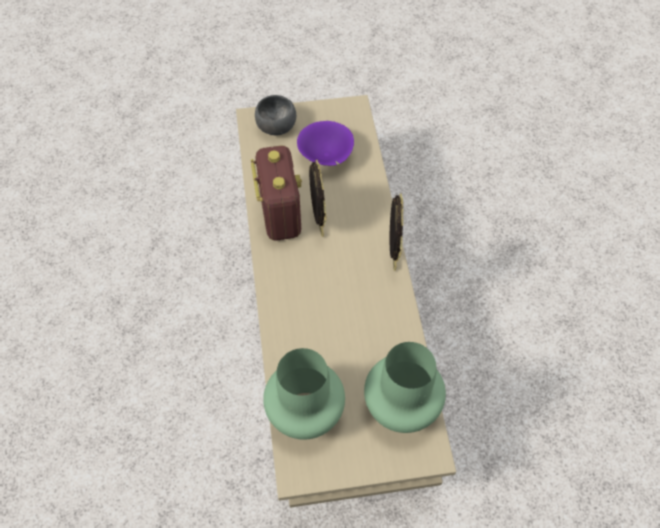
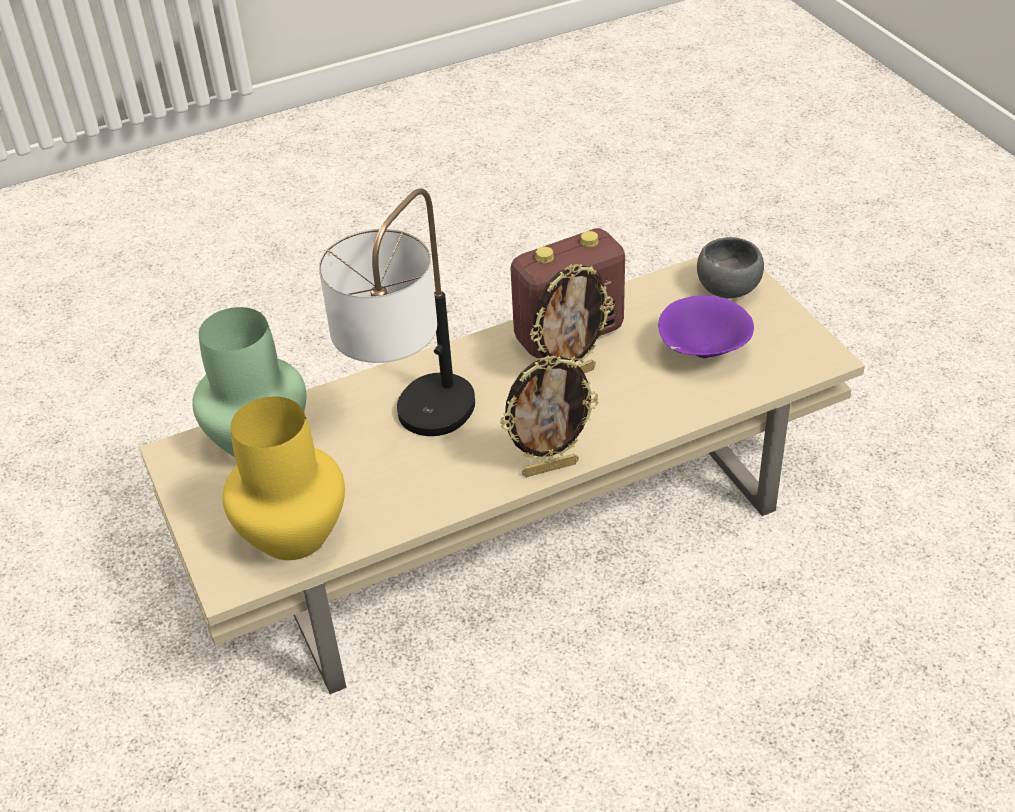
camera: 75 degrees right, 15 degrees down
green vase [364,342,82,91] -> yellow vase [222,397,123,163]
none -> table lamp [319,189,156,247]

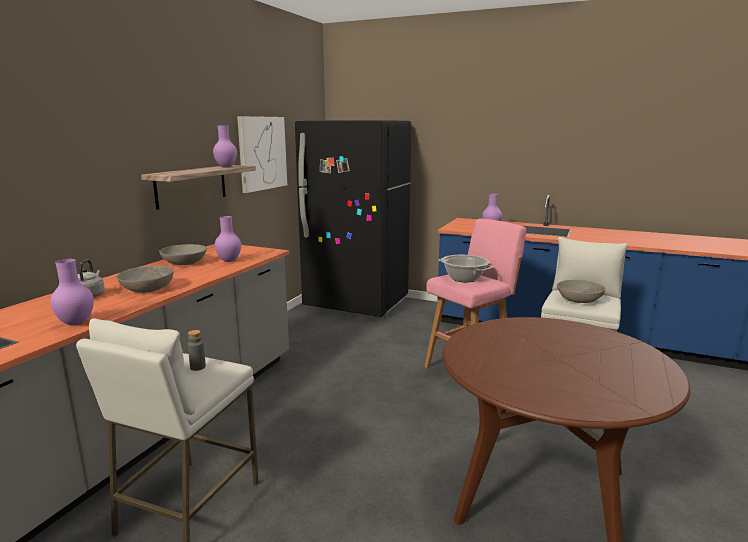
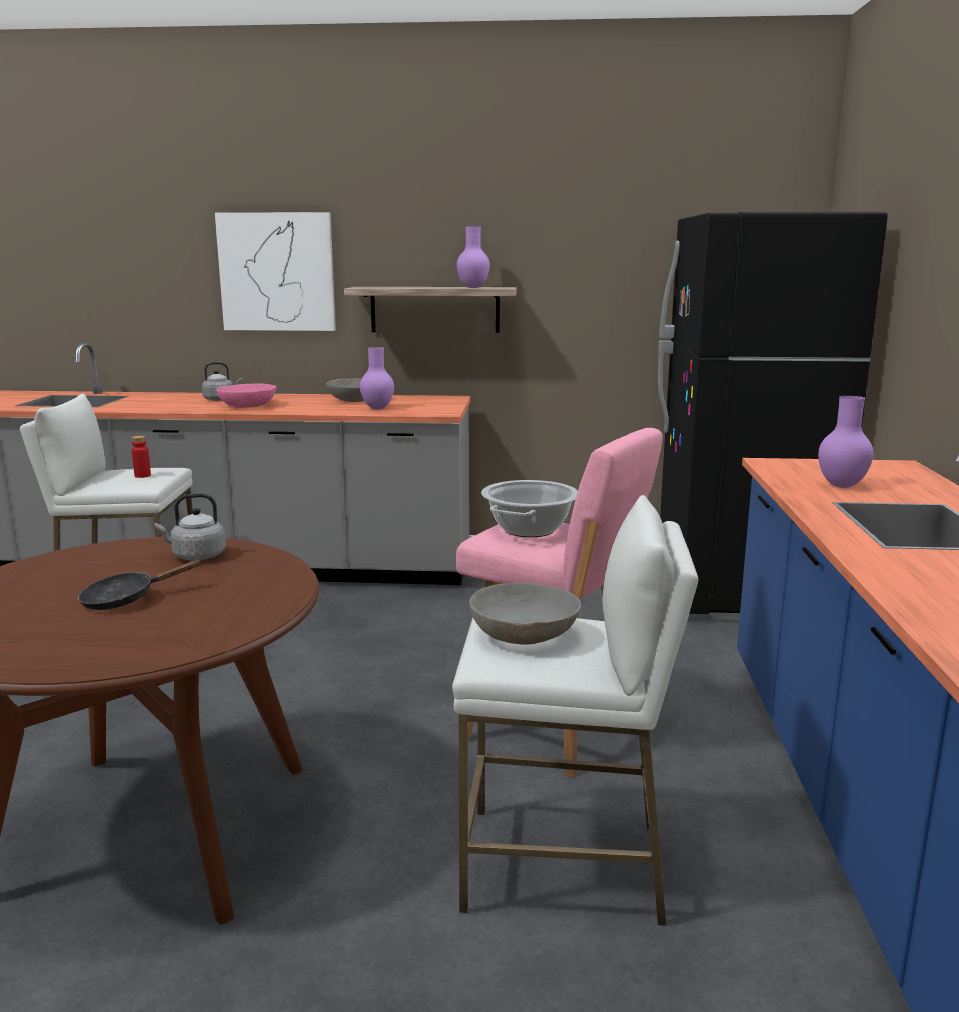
camera: 70 degrees right, 0 degrees up
purple vase [50,259,44,67] -> none
grey bowl [117,266,57,27] -> pink bowl [216,383,60,25]
grey bottle [188,330,18,41] -> red bottle [132,436,19,42]
picture [237,116,50,77] -> picture [215,212,121,119], moved
none -> black frying pan [78,560,124,50]
none -> grey kettle [155,493,71,67]

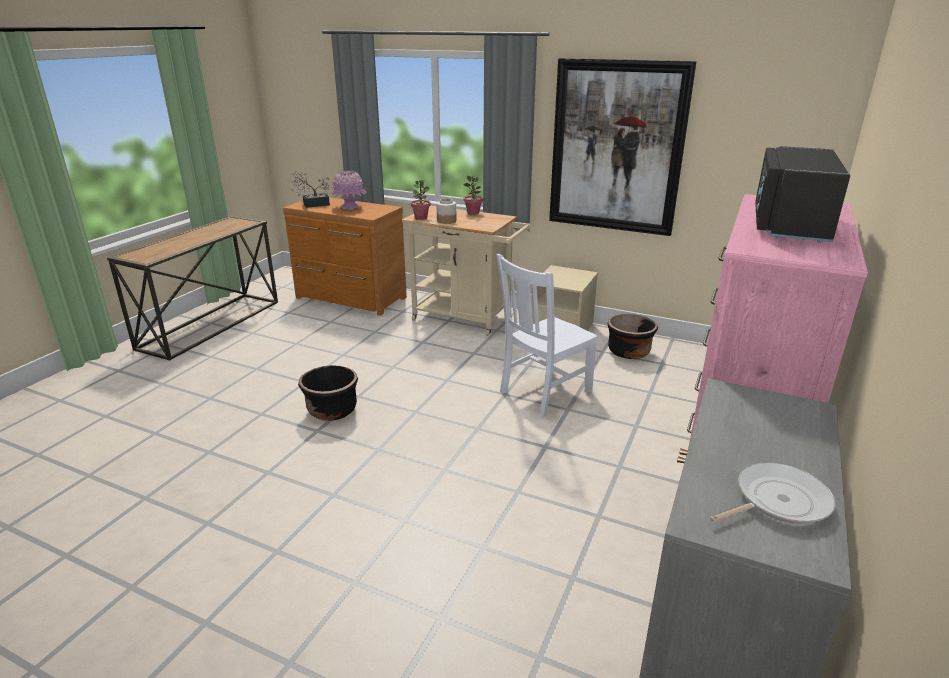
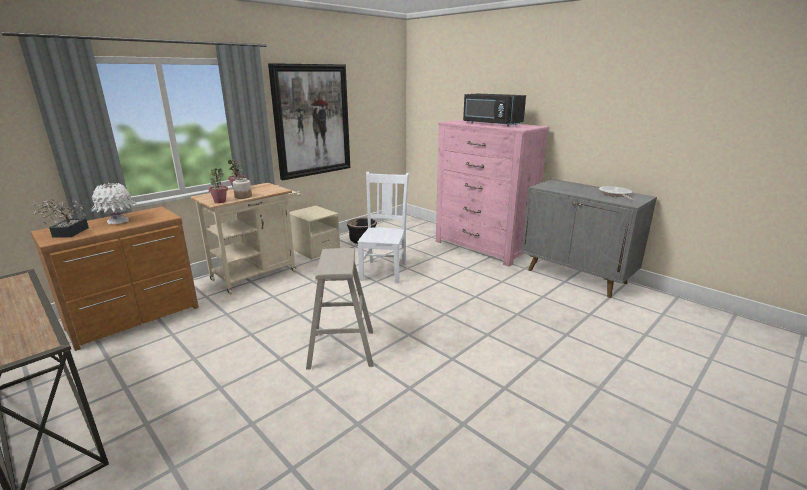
camera: 70 degrees left, 5 degrees down
black planter [298,365,60,56] -> beige stool [306,248,67,122]
pink vase [331,170,36,40] -> white vase [90,183,46,41]
white chair [496,254,102,163] -> white chair [358,172,51,111], 150 degrees counterclockwise

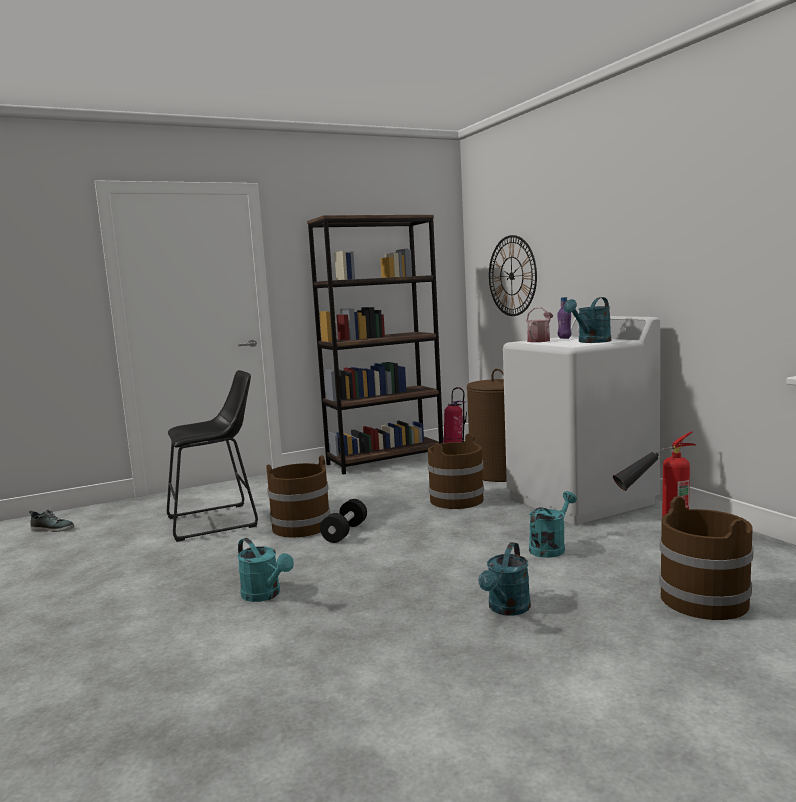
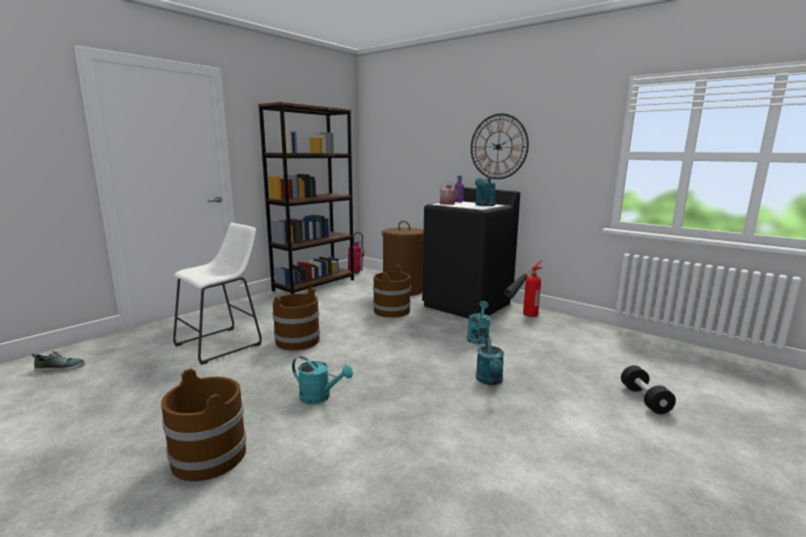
camera: 25 degrees left, 5 degrees up
black stool [167,370,91,172] -> white stool [173,223,89,142]
black dumbbell [320,499,47,44] -> black dumbbell [621,365,55,49], moved
wall clock [489,235,48,81] -> wall clock [471,114,58,65], moved
white washing machine [503,316,157,209] -> black washing machine [422,187,98,132]
brown bucket [659,496,95,124] -> brown bucket [161,368,85,113], moved

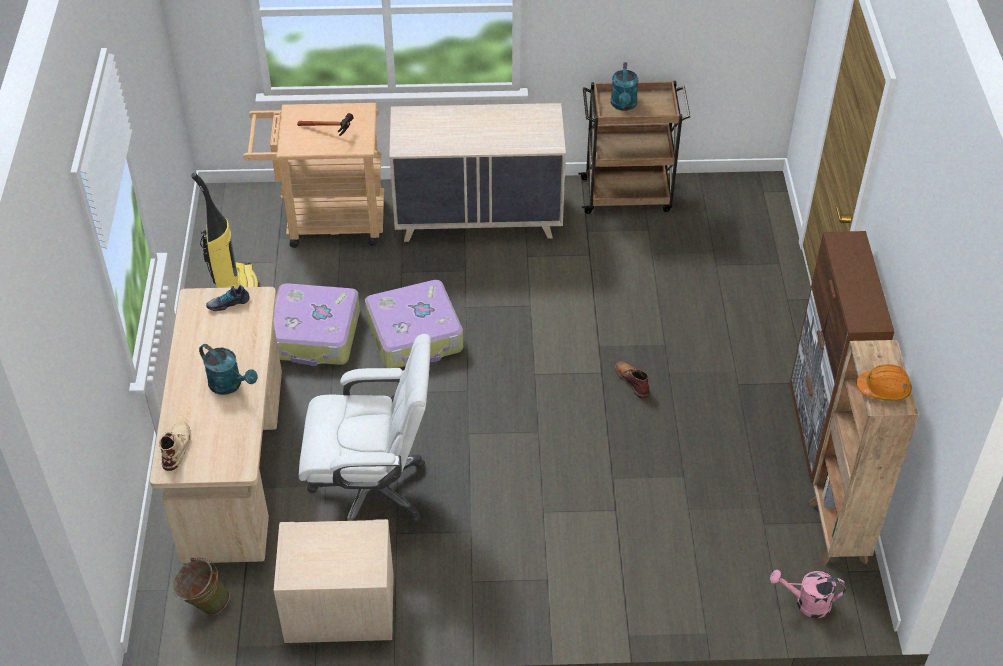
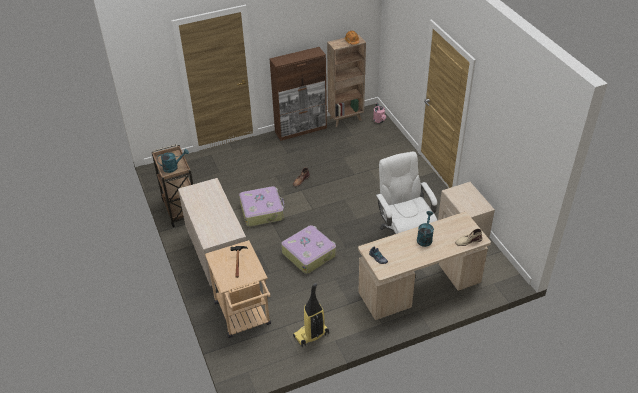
camera: 110 degrees left, 5 degrees down
green bucket [172,558,58,57] -> none
suitcase [274,283,86,83] -> suitcase [239,186,46,41], moved

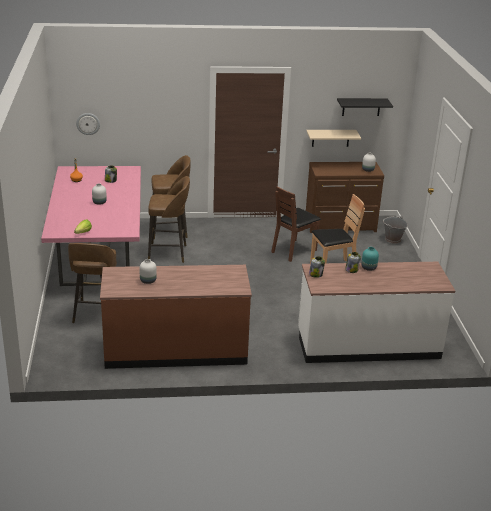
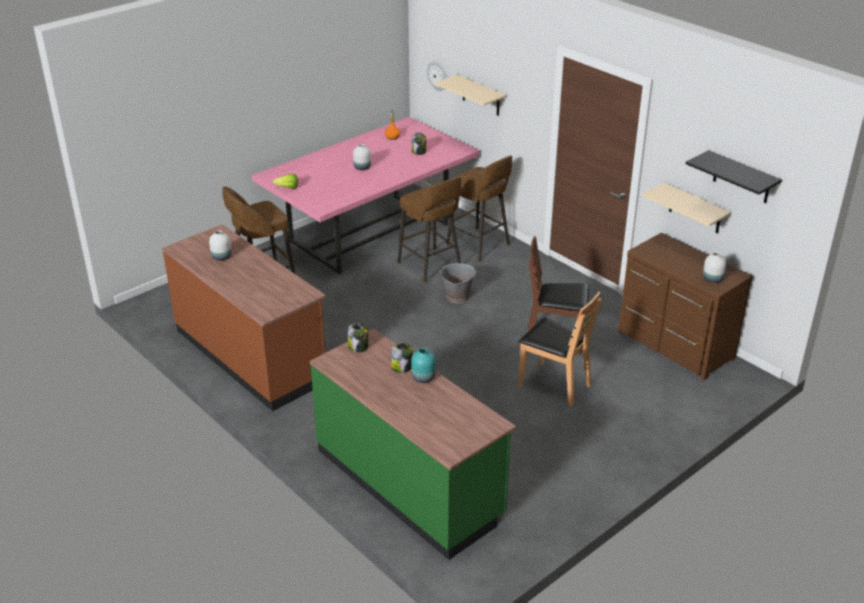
camera: 55 degrees right, 5 degrees up
white counter [298,262,157,101] -> green counter [310,329,206,231]
grey bucket [383,216,25,28] -> grey bucket [439,263,38,40], moved
none -> beige shelf [435,74,71,42]

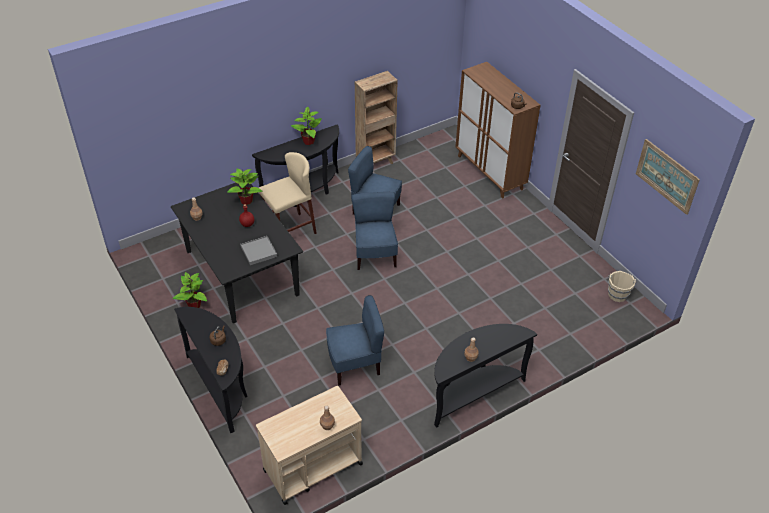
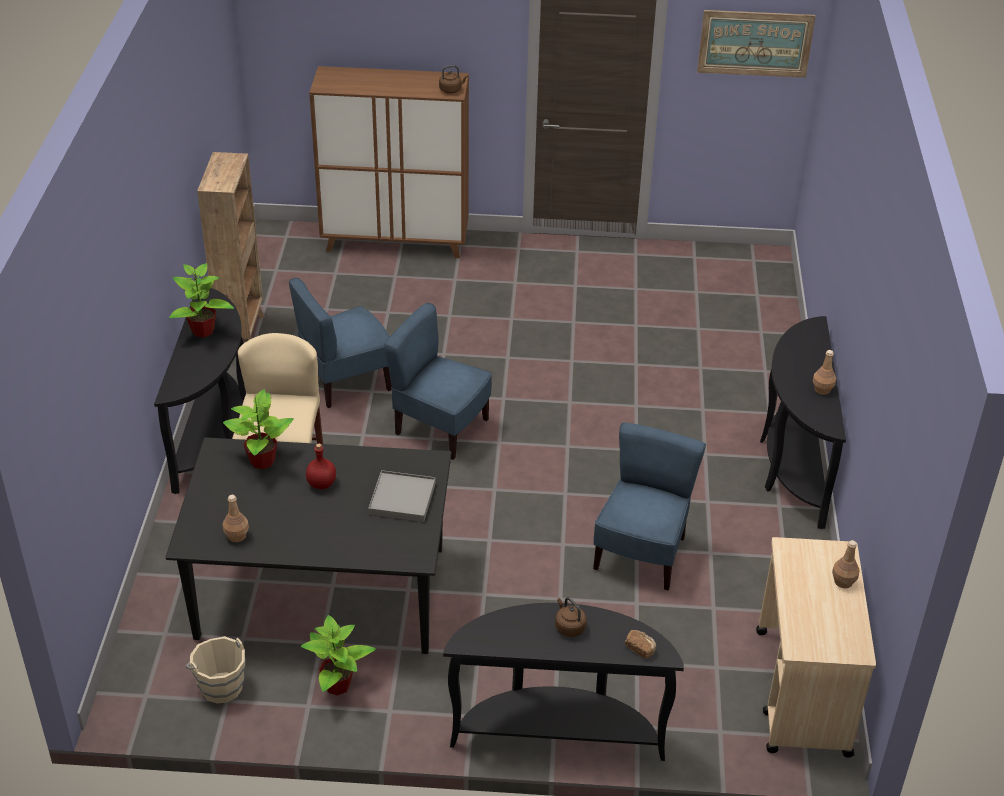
camera: 55 degrees left, 5 degrees down
beige bucket [608,271,28,31] -> beige bucket [185,636,60,67], moved

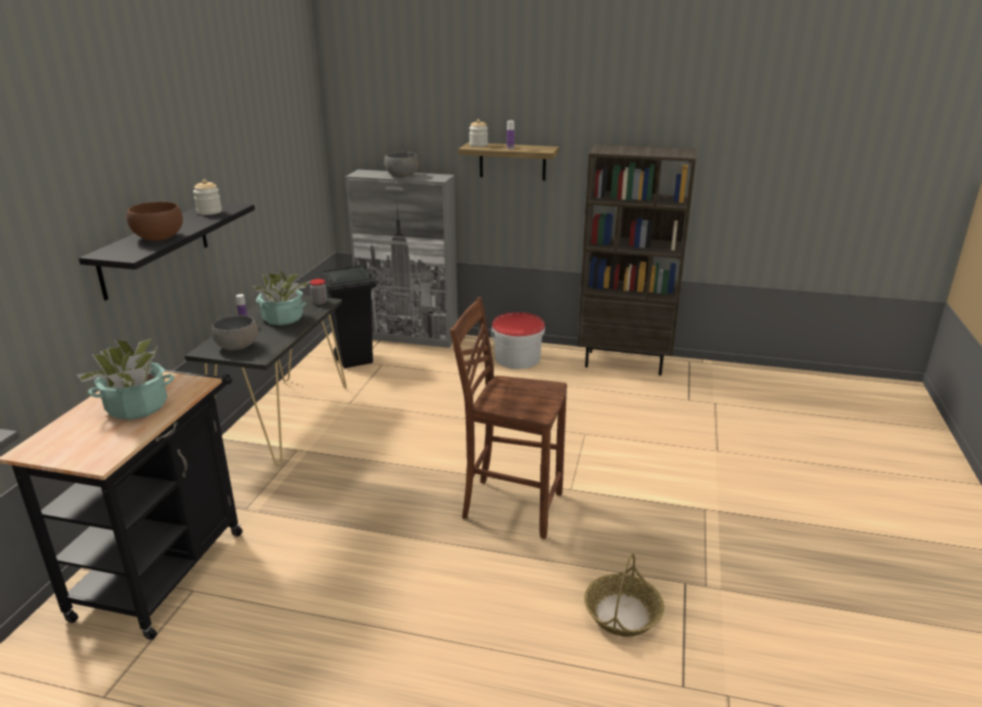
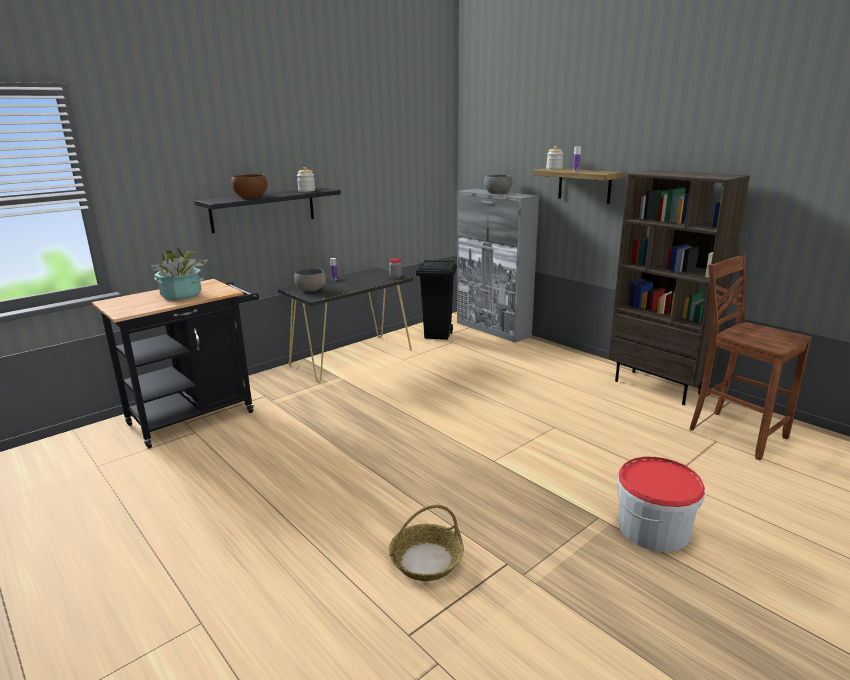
camera: 35 degrees right, 5 degrees down
potted plant [253,269,57,56] -> none
brown chair [450,297,117,242] -> brown chair [690,254,122,206], moved
bucket [491,312,54,57] -> bucket [617,456,88,96], moved

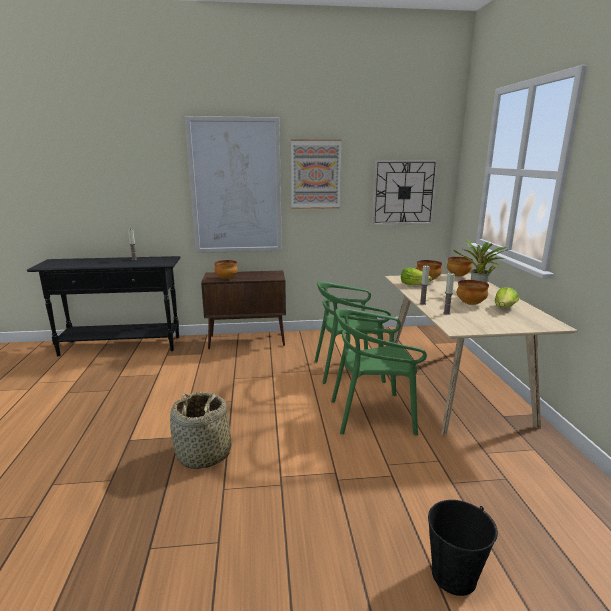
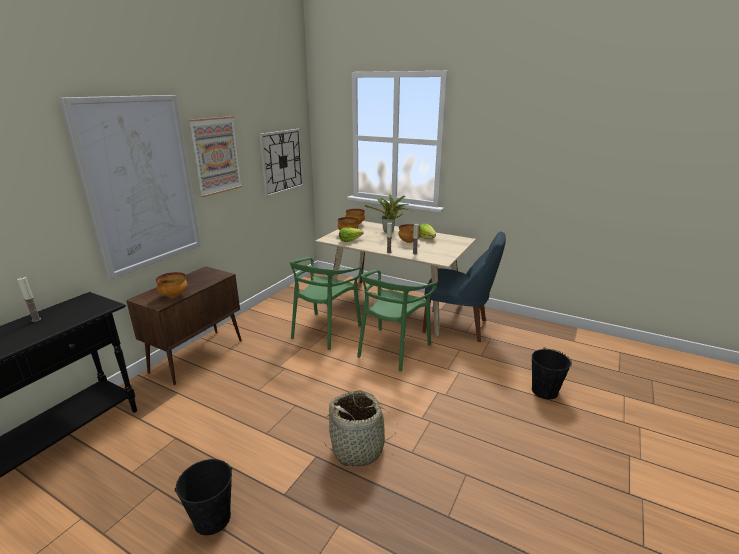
camera: 55 degrees left, 5 degrees up
none -> black bucket [174,459,59,76]
none -> blue chair [422,231,84,111]

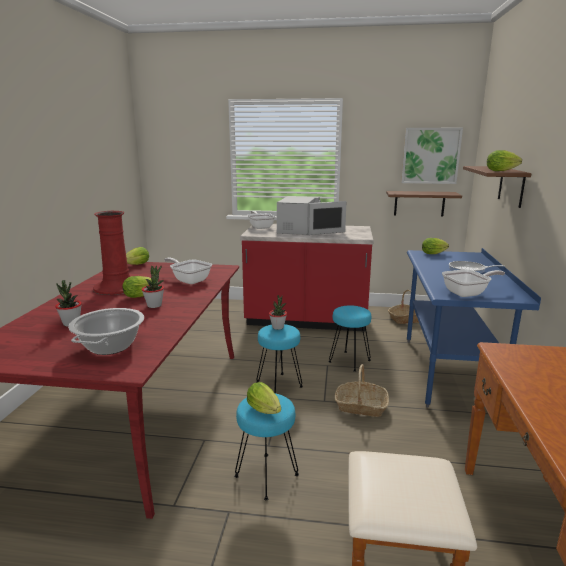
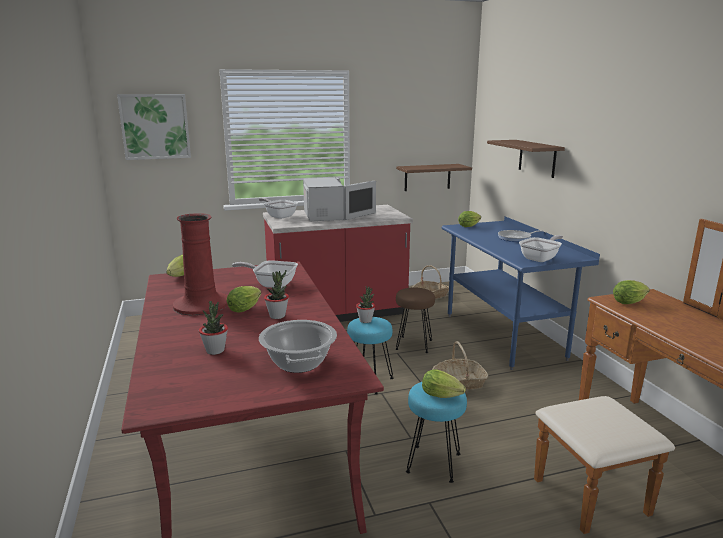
camera: 25 degrees left, 0 degrees up
turquoise stool [329,305,42,67] -> brown stool [396,287,39,66]
picture [401,128,62,56] -> picture [117,94,74,66], moved
lettuce [487,150,35,21] -> lettuce [613,280,37,24], moved

